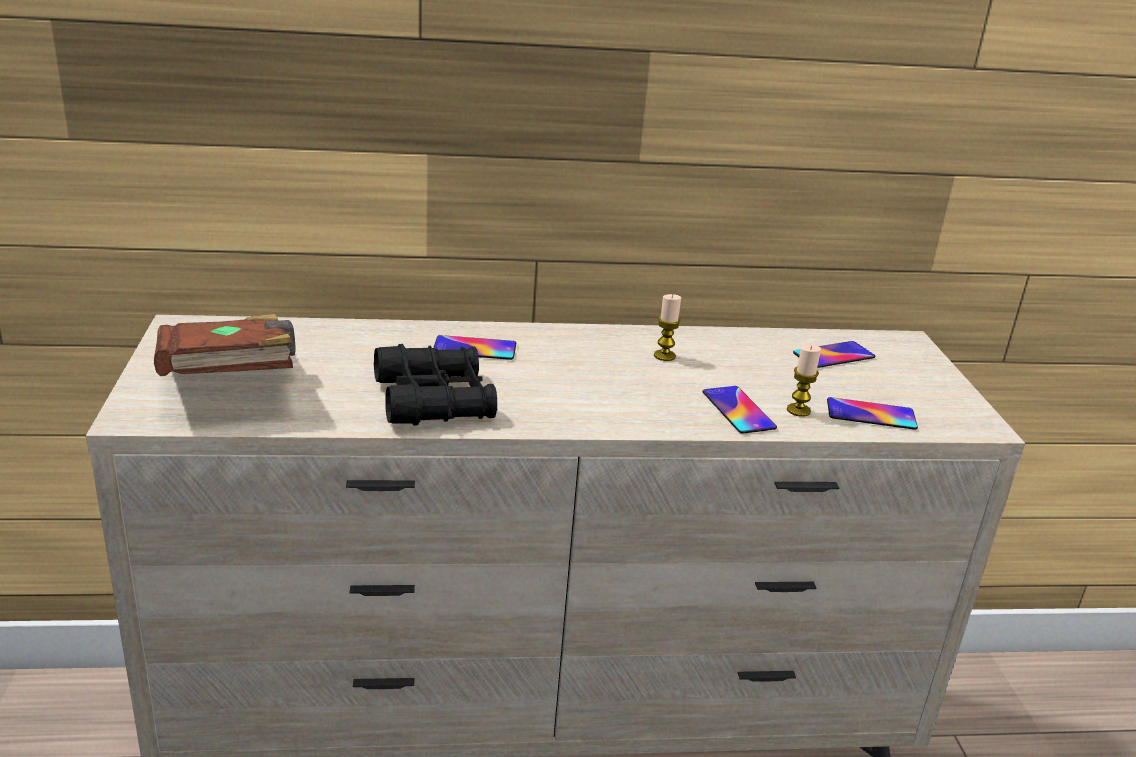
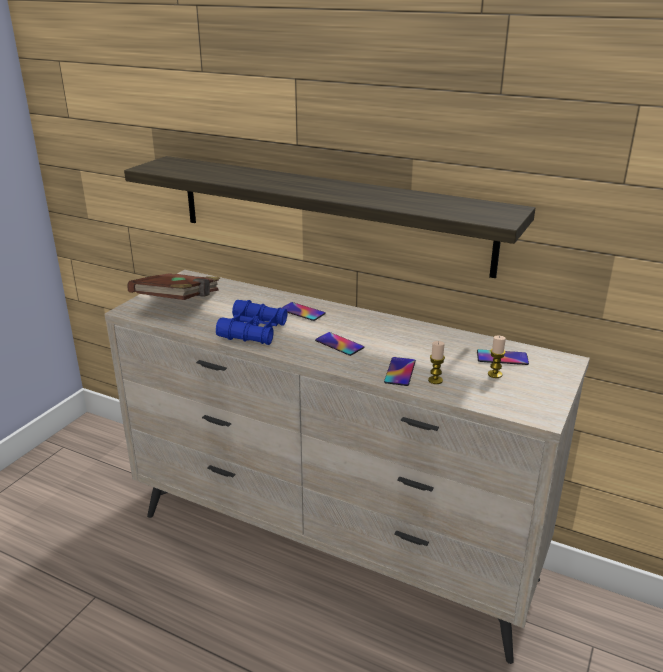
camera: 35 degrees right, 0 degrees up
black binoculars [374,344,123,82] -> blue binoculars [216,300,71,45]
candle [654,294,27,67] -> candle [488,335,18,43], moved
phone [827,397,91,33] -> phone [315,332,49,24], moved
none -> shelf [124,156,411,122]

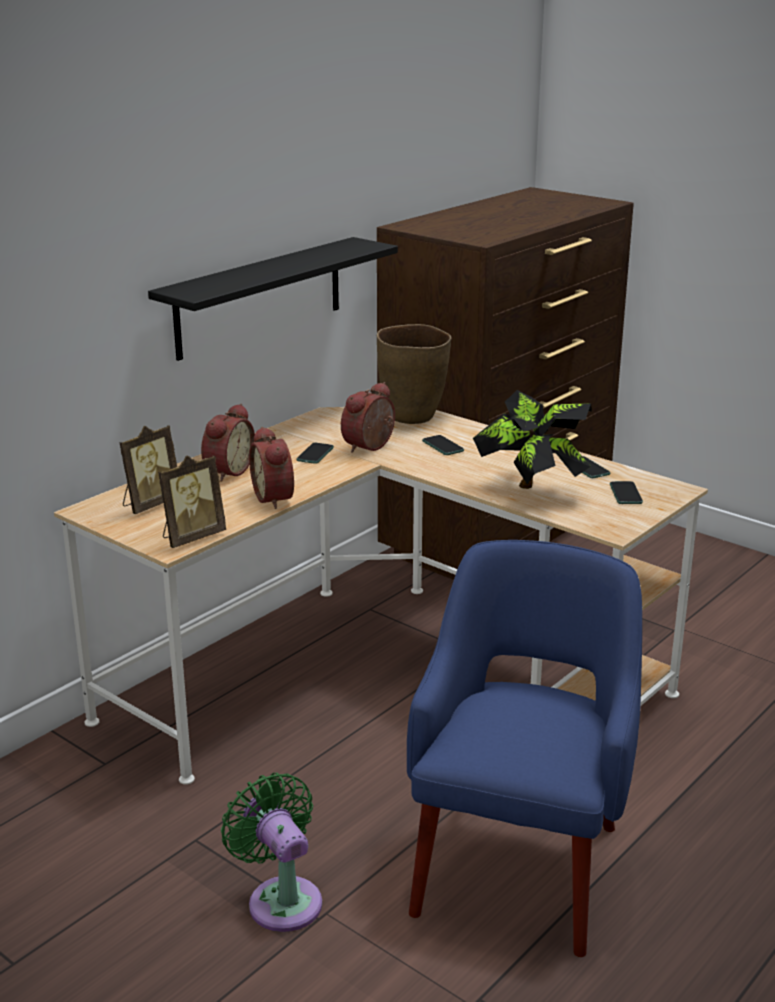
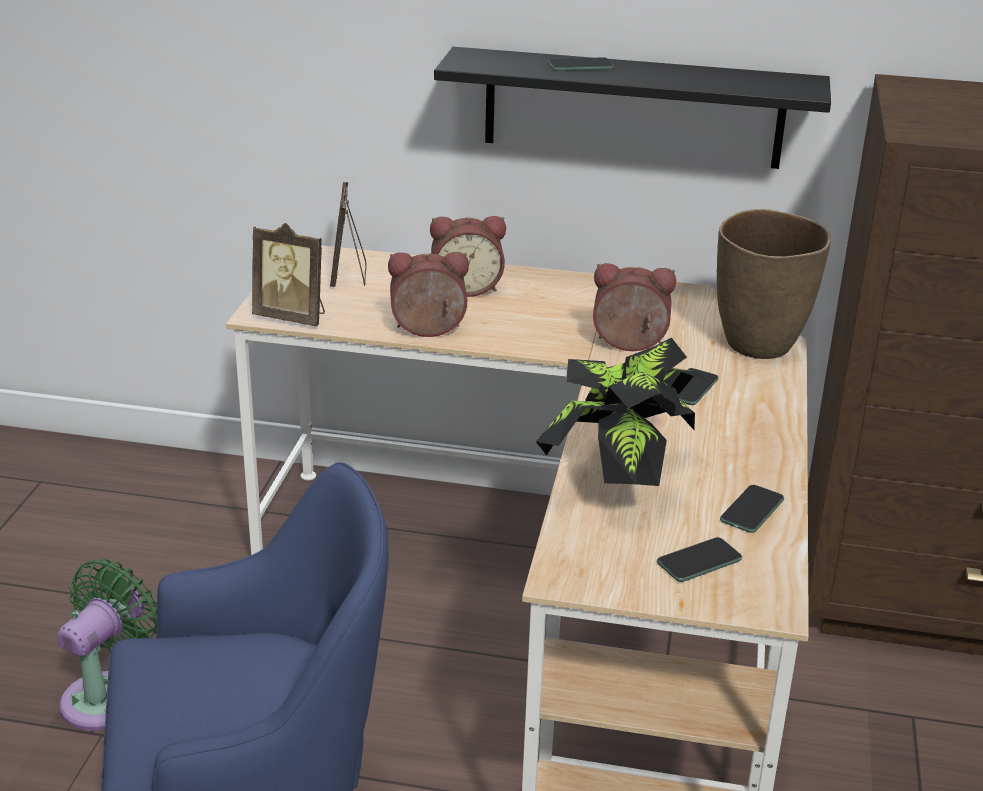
camera: 60 degrees right, 5 degrees up
picture frame [119,425,58,89] -> picture frame [330,182,37,105], 75 degrees clockwise
alarm clock [249,426,45,83] -> alarm clock [388,252,81,85], 45 degrees clockwise
phone [297,443,37,21] -> phone [548,57,66,14], moved

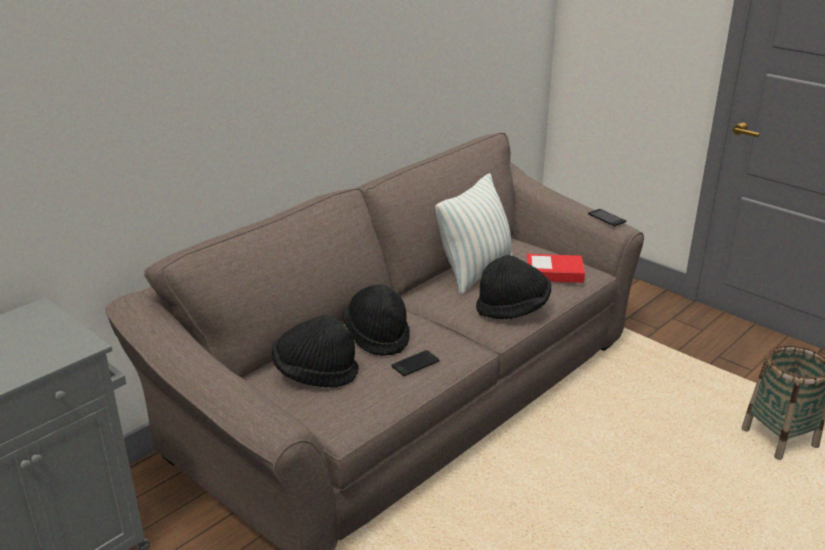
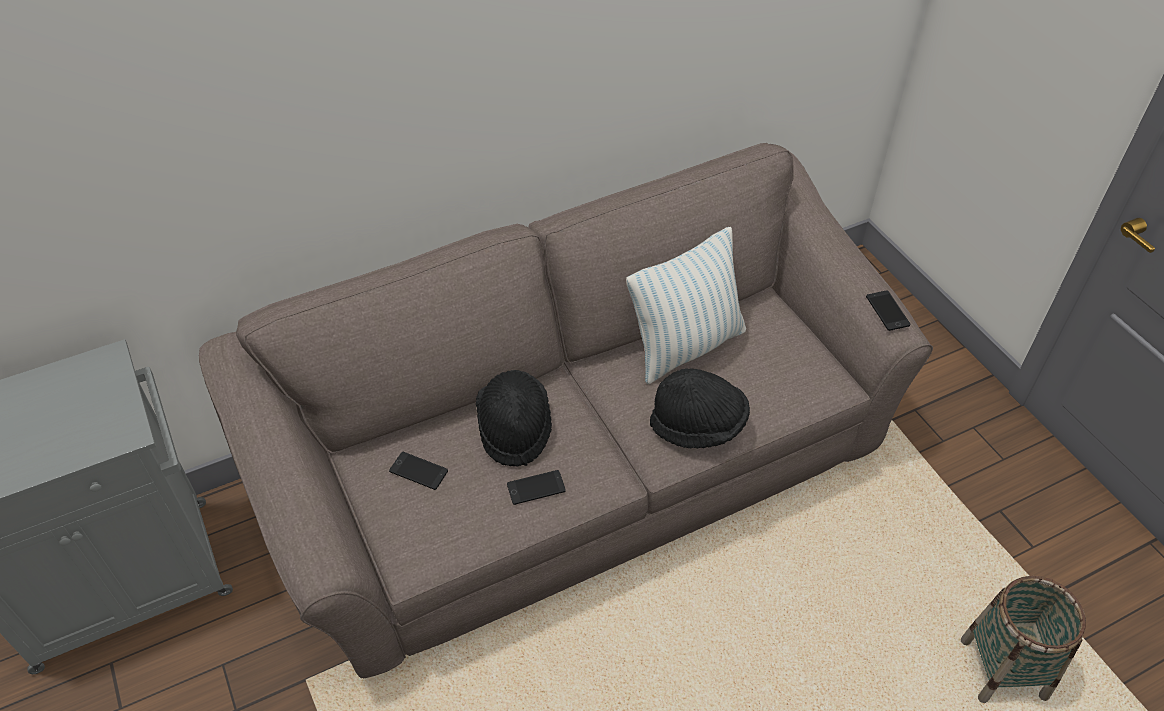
camera: 20 degrees right, 20 degrees up
black hat [272,315,87,73] -> phone [389,452,59,38]
book [526,254,59,29] -> none

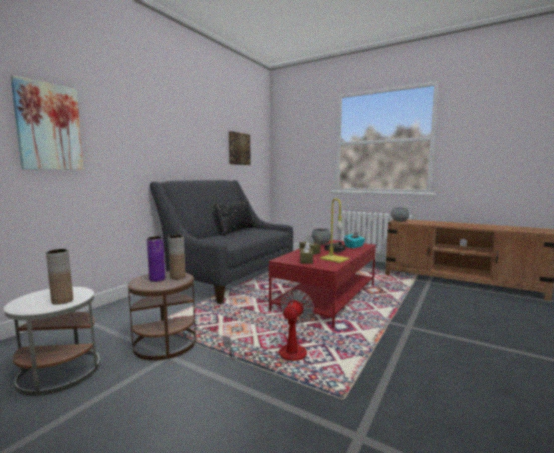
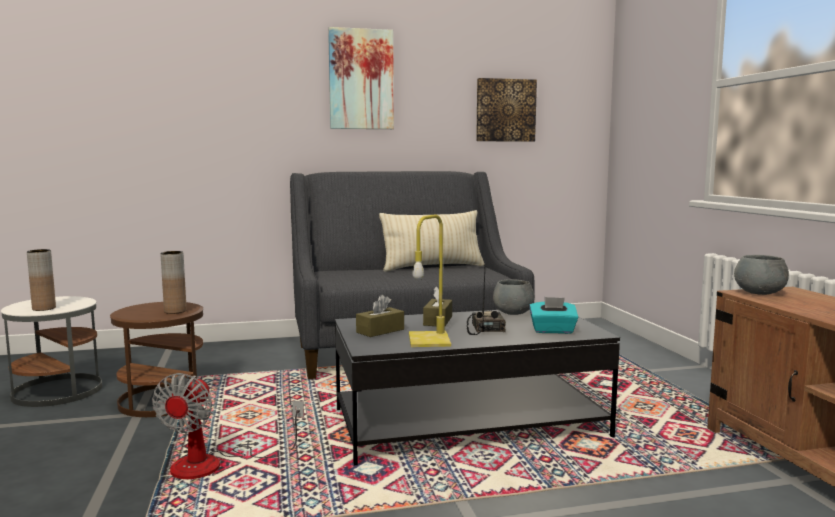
camera: 45 degrees right, 0 degrees up
picture [10,75,74,95] -> picture [328,27,66,102], moved
purple vase [147,236,18,46] -> none
black pillow [213,200,43,36] -> beige pillow [379,210,105,62]
fan [223,290,91,76] -> fan [152,373,152,106], 120 degrees clockwise
red coffee table [269,240,107,88] -> black coffee table [335,309,285,157]

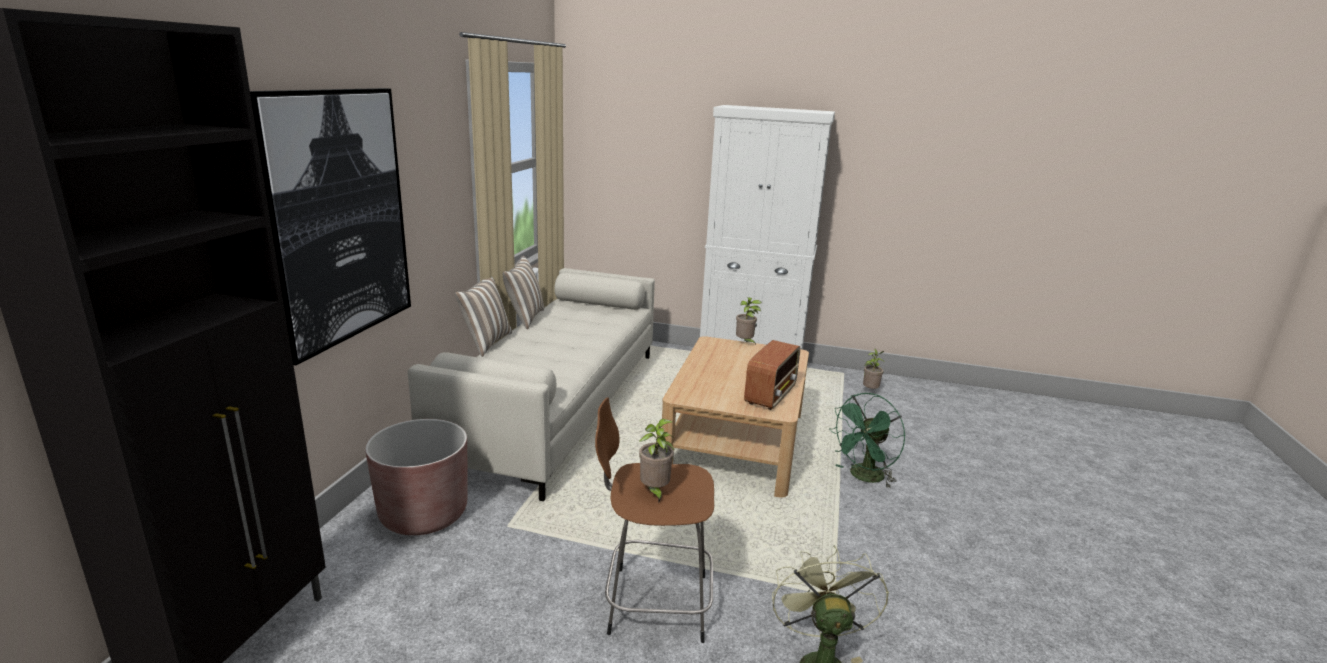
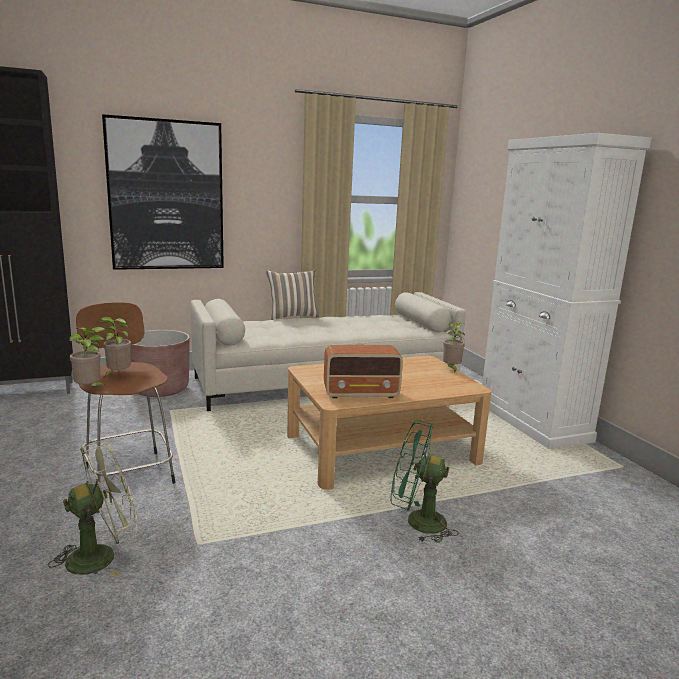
camera: 55 degrees right, 5 degrees down
pillow [503,256,41,73] -> none
potted plant [863,349,23,40] -> potted plant [69,327,38,60], moved

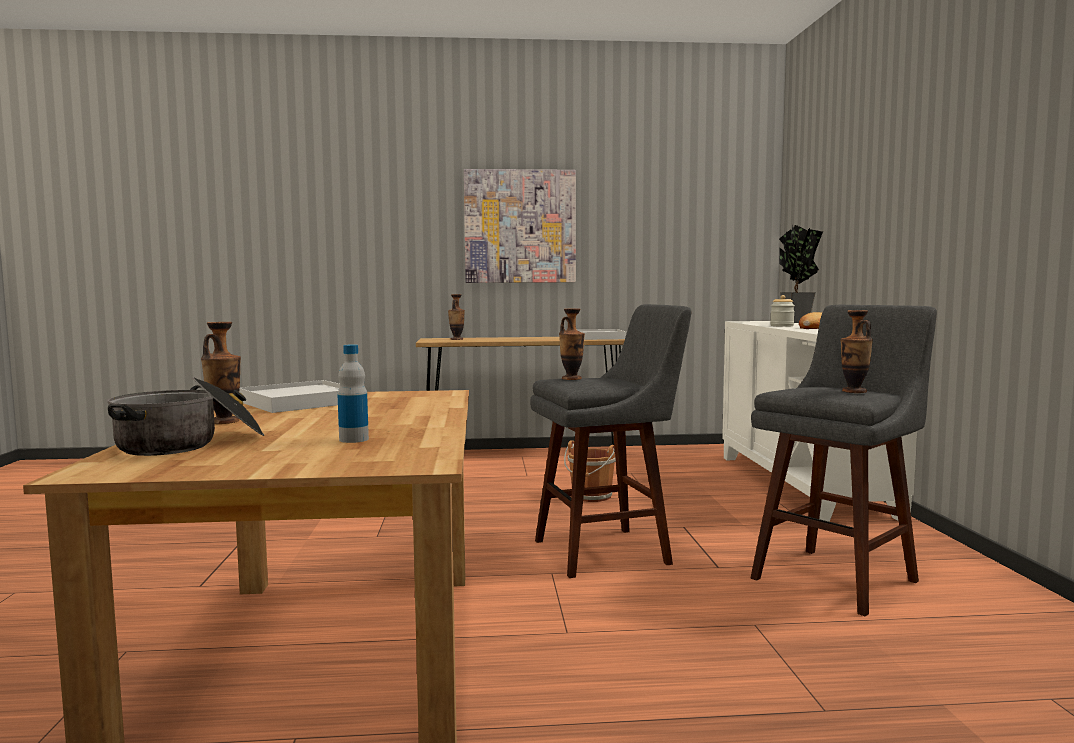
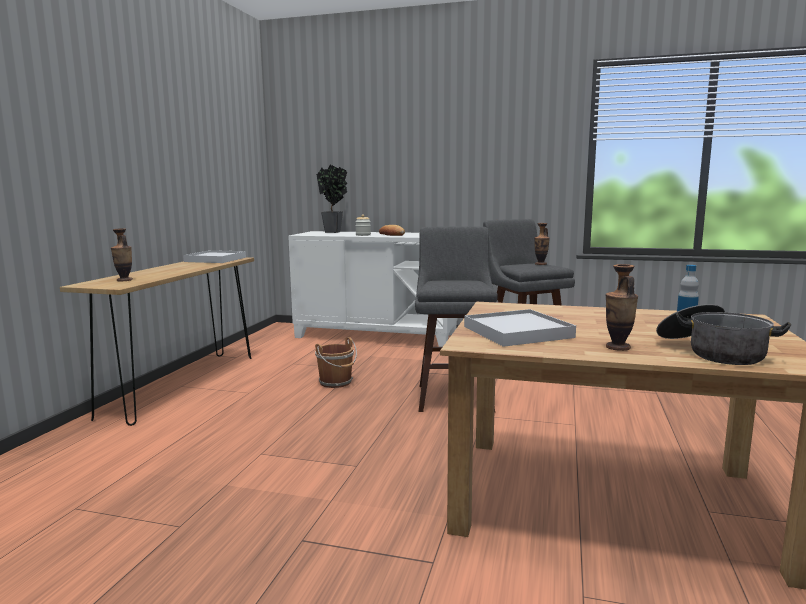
camera: 70 degrees left, 5 degrees up
picture [464,169,112,114] -> none
vase [559,308,26,72] -> none

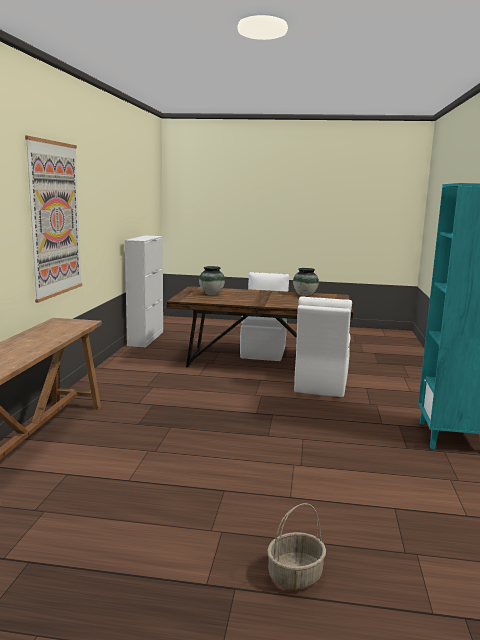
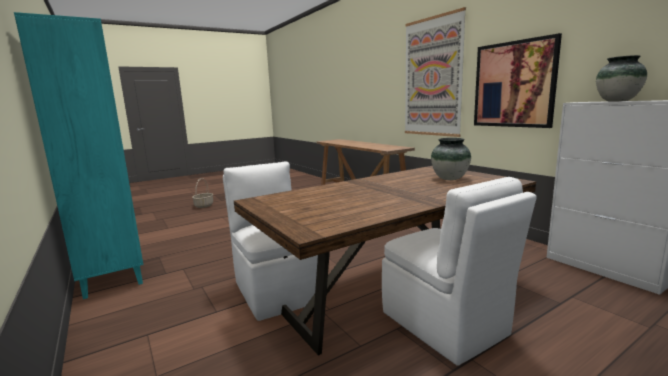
camera: 140 degrees right, 0 degrees up
vase [293,268,26,29] -> vase [596,55,51,47], moved
none -> picture [474,33,88,95]

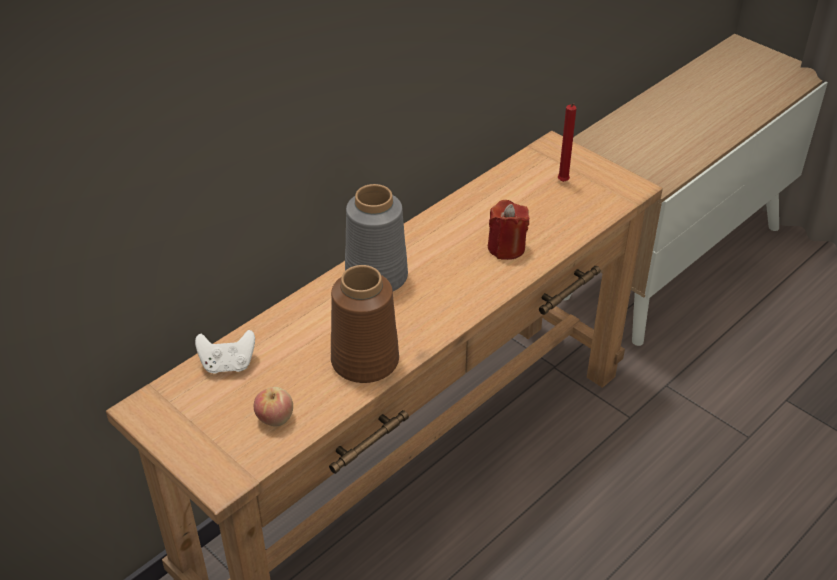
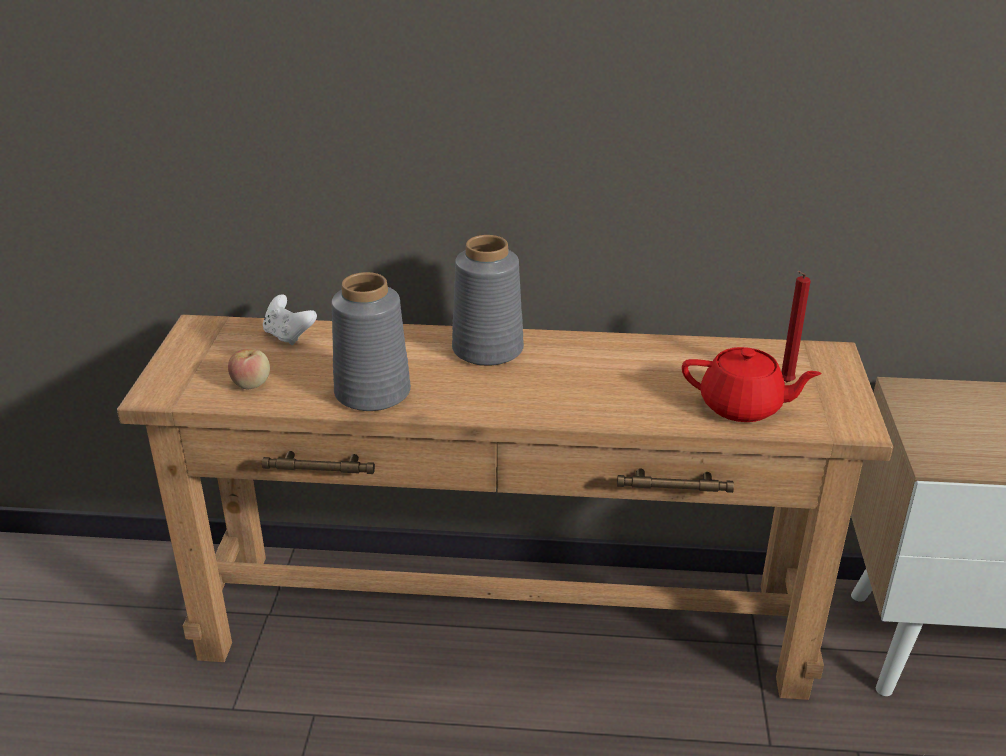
camera: 50 degrees right, 10 degrees down
brown vase [331,265,68,118] -> grey vase [331,272,80,139]
red candle [488,200,42,60] -> none
none -> red teapot [682,347,140,75]

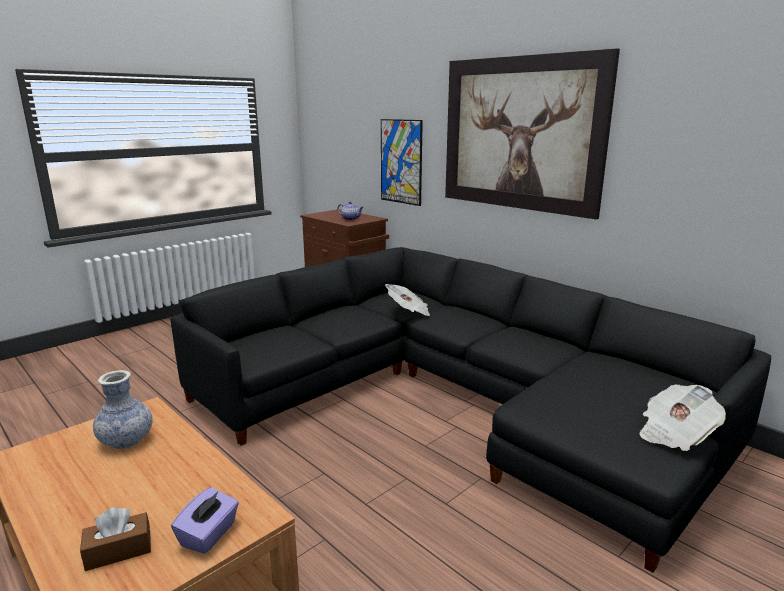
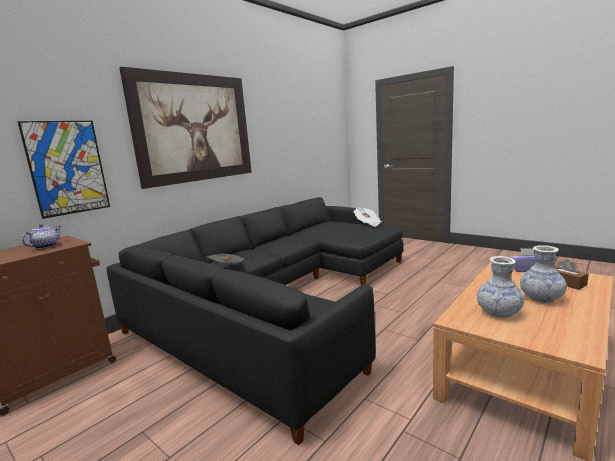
camera: 95 degrees left, 5 degrees down
none -> vase [520,245,47,58]

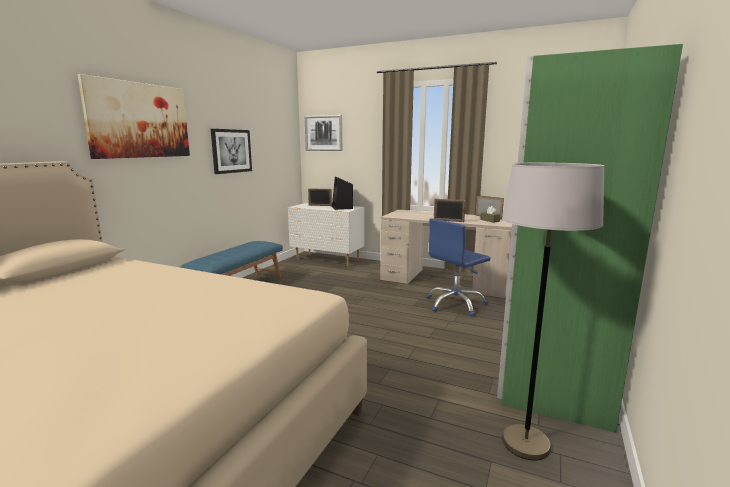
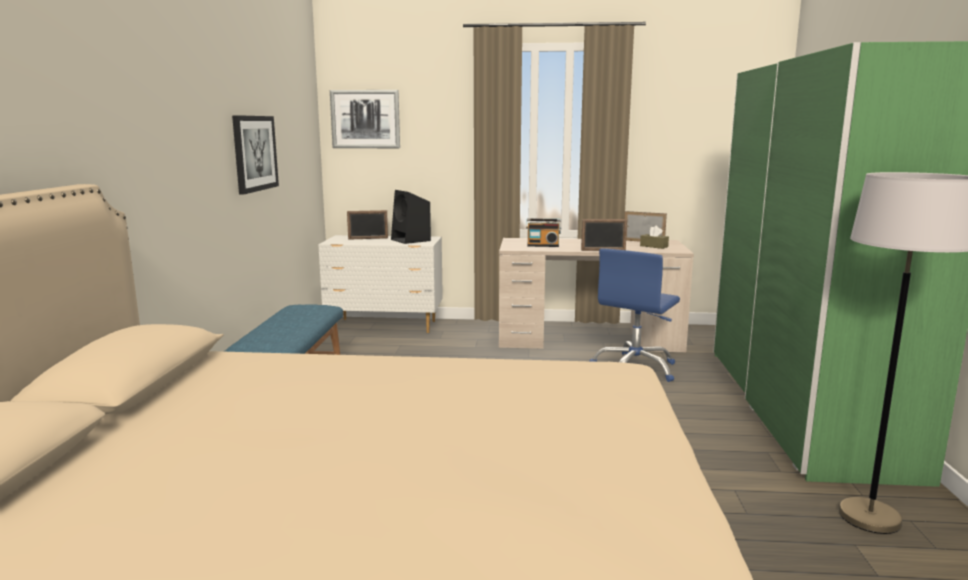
camera: 20 degrees left, 0 degrees up
picture [77,74,113,85] -> none
none -> radio [526,218,35,29]

